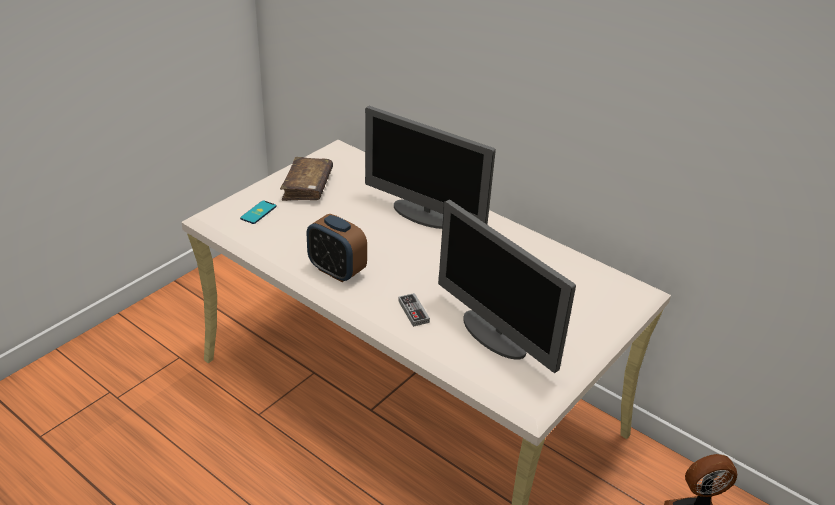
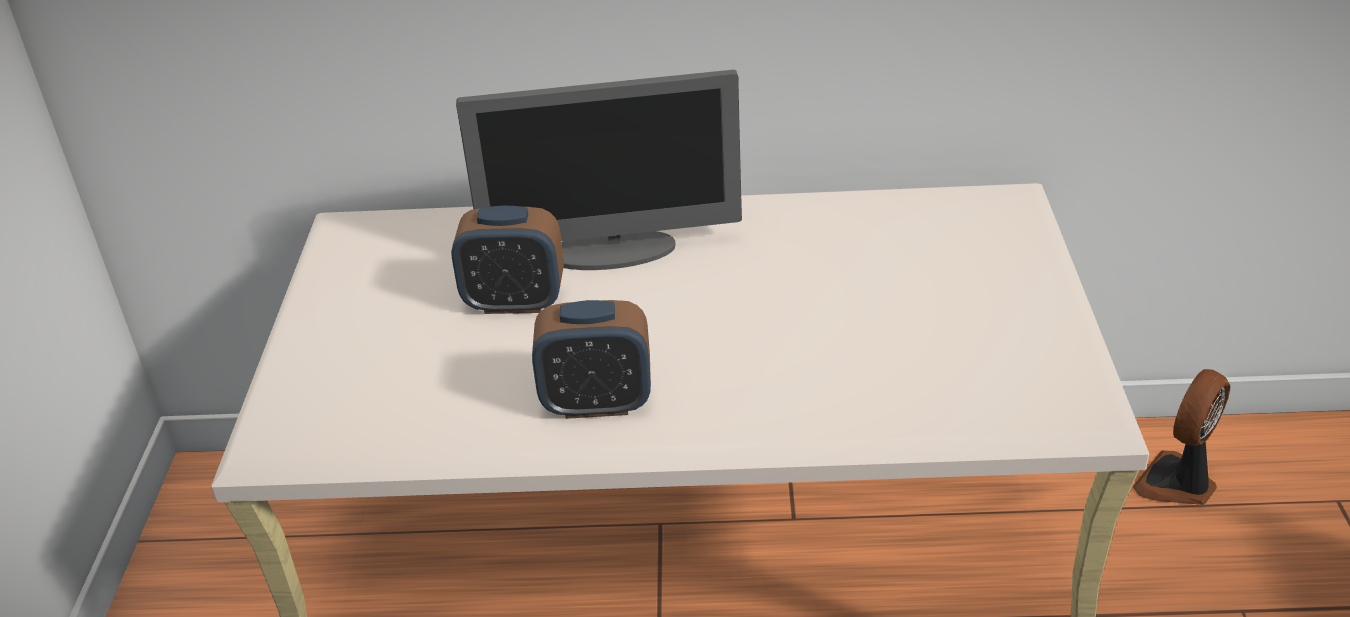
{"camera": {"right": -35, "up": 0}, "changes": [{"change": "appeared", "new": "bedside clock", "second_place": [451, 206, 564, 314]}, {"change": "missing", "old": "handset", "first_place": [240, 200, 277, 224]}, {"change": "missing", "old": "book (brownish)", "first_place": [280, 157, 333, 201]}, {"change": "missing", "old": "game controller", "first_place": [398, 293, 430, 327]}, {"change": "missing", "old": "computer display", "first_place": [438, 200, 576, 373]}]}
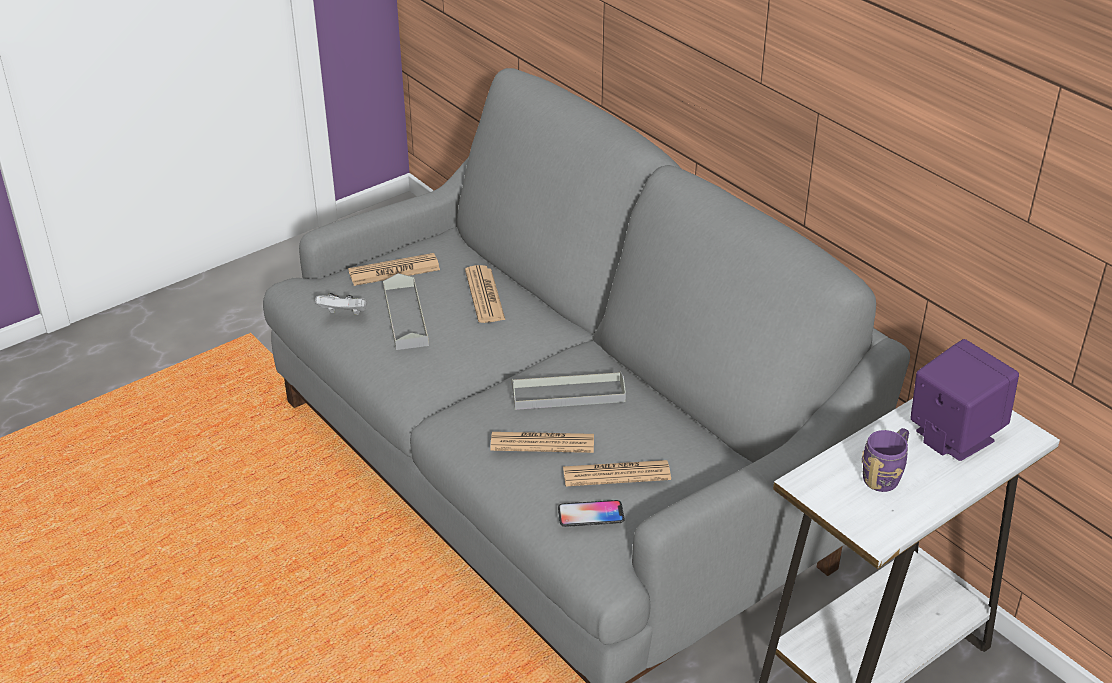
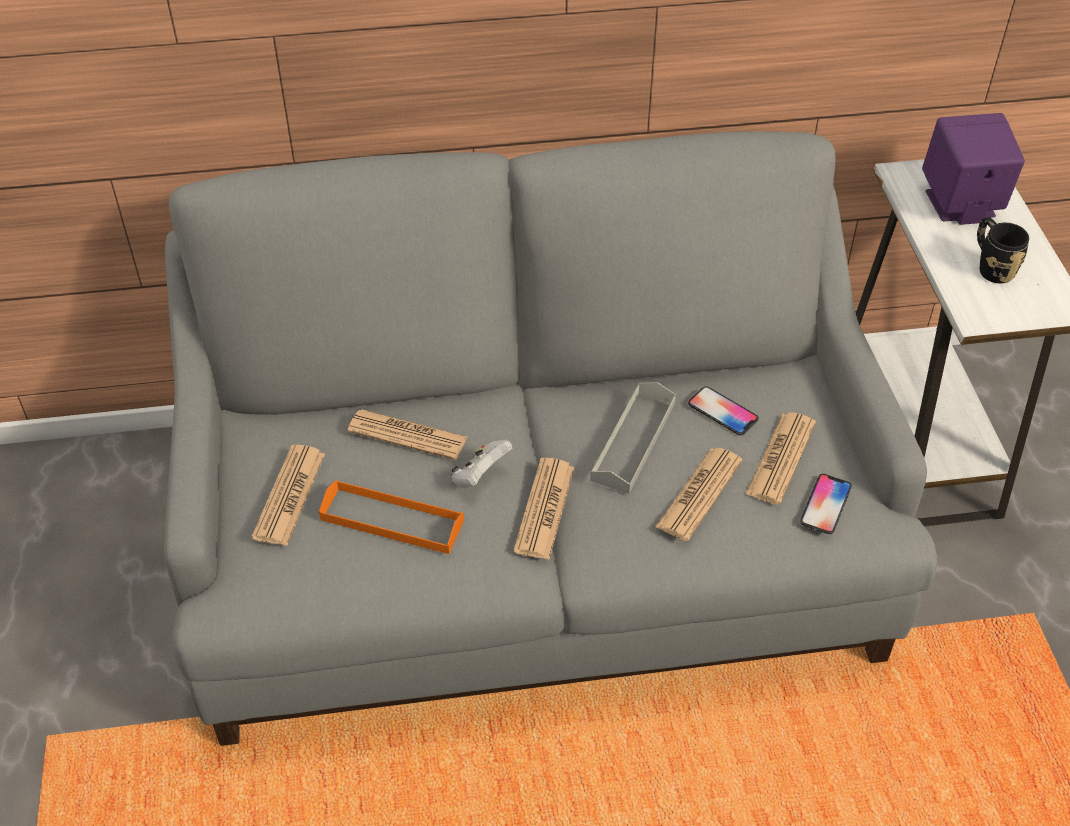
{"camera": {"right": -60, "up": 10}, "changes": [{"change": "colour", "old": "carrying tray (gray)", "new": "carrying tray (orange-coloured)", "first_place": [383, 273, 429, 350], "second_place": [319, 480, 464, 554]}, {"change": "relocated", "old": "game controller (whitish)", "first_place": [315, 293, 367, 315], "second_place": [451, 440, 513, 488]}, {"change": "appeared", "new": "newspaper", "second_place": [513, 458, 575, 560]}, {"change": "appeared", "new": "handset", "second_place": [688, 386, 759, 435]}, {"change": "colour", "old": "coffee mug (purple-coloured)", "new": "coffee mug (black-coloured)", "first_place": [861, 428, 909, 492], "second_place": [977, 217, 1029, 284]}]}
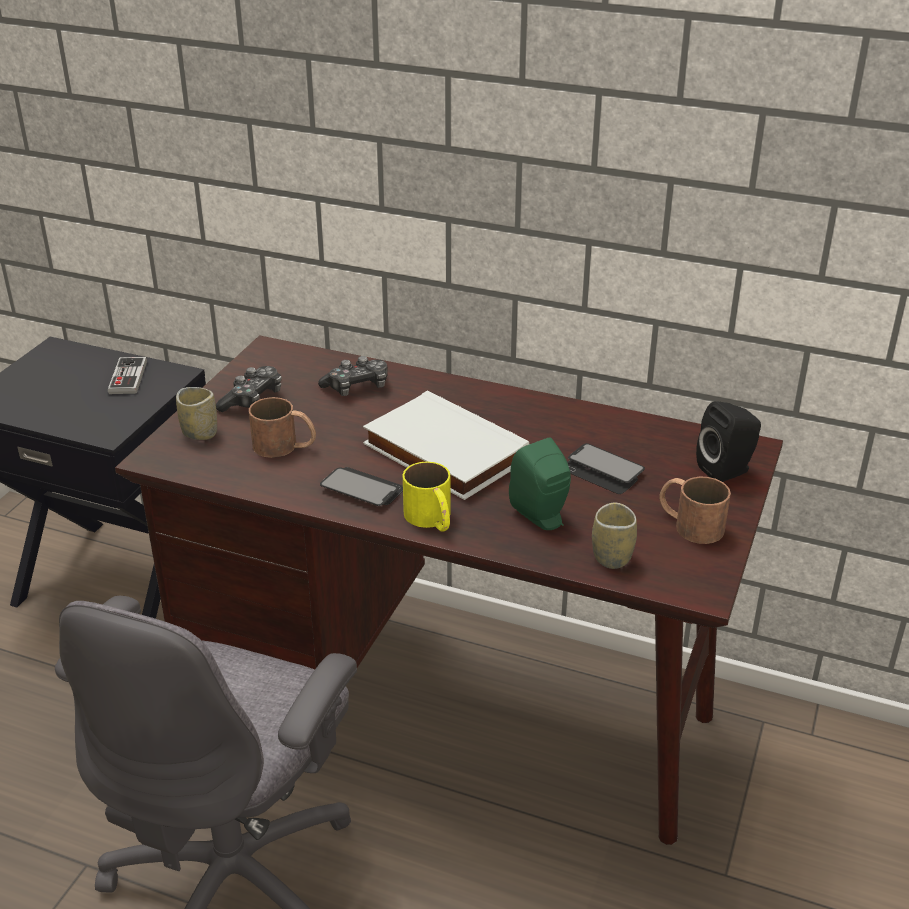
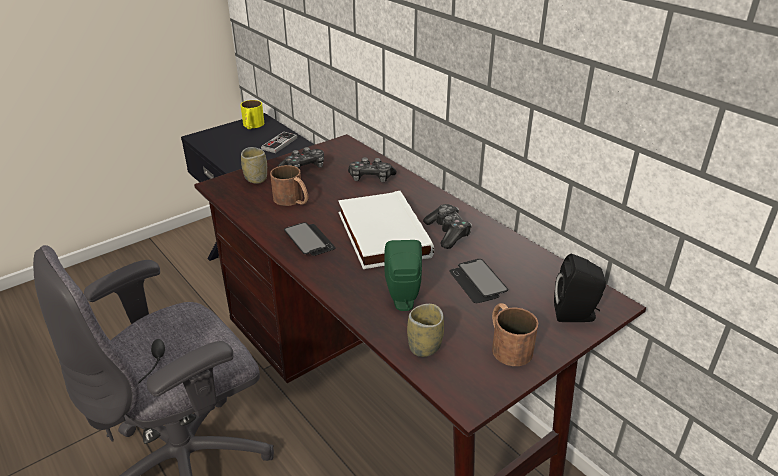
{"camera": {"right": 30, "up": 0}, "changes": [{"change": "relocated", "old": "coffee mug (yellowish)", "first_place": [403, 462, 451, 531], "second_place": [240, 100, 264, 129]}, {"change": "appeared", "new": "game controller", "second_place": [423, 204, 472, 249]}]}
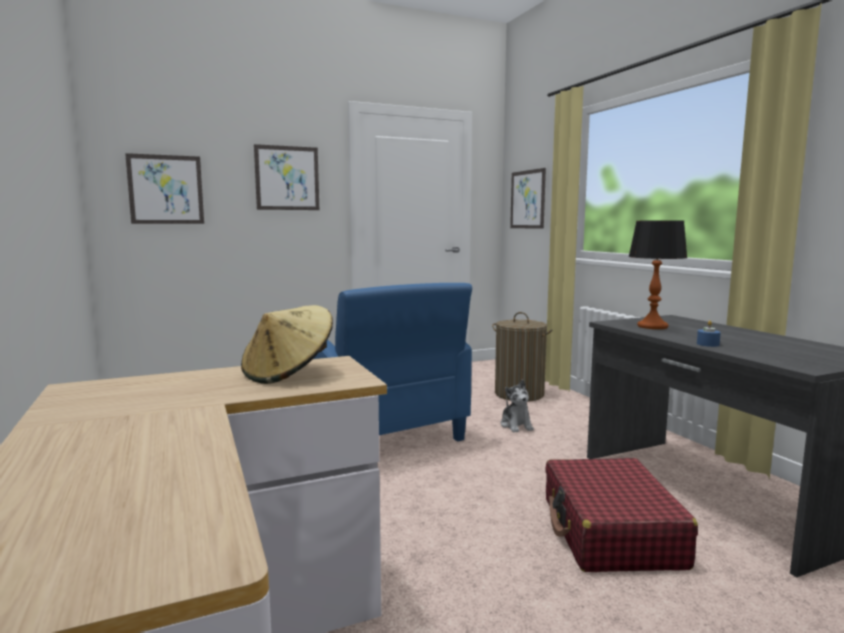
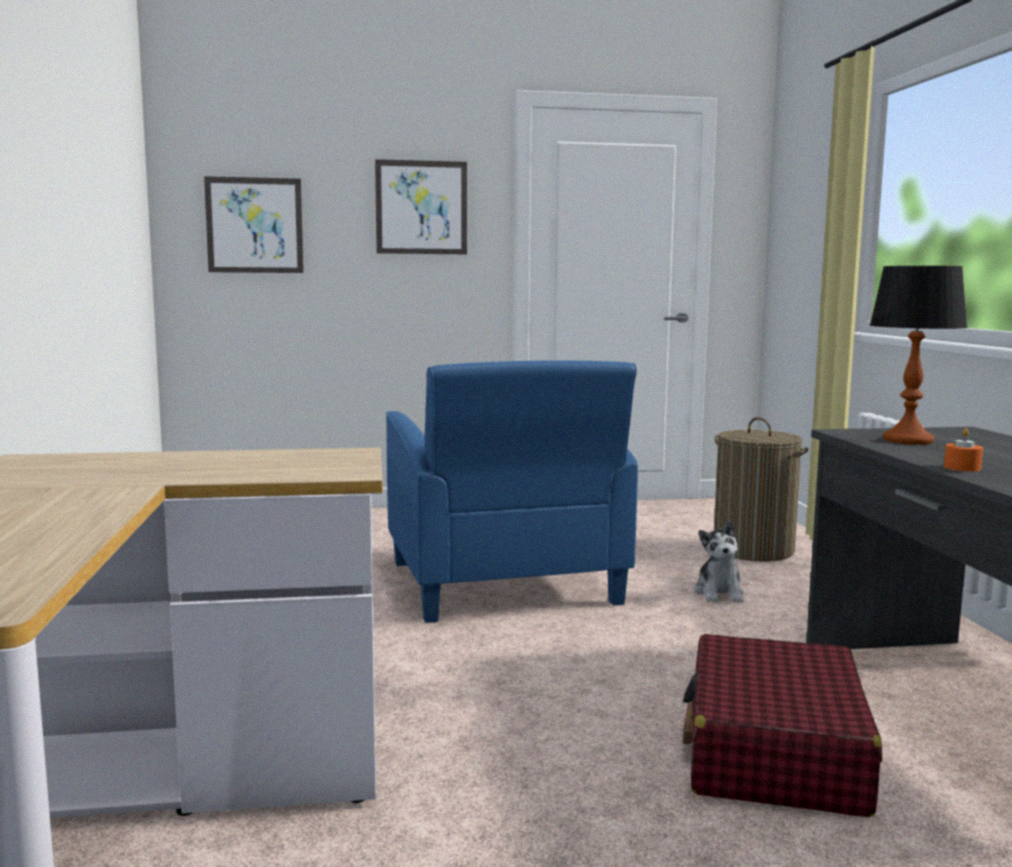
{"camera": {"right": 15, "up": 0}, "changes": [{"change": "colour", "old": "wax light (blue-coloured)", "new": "wax light (orange-coloured)", "first_place": [697, 320, 721, 347], "second_place": [944, 428, 983, 471]}, {"change": "missing", "old": "wearable hat (beige)", "first_place": [241, 305, 333, 384]}, {"change": "missing", "old": "wall art", "first_place": [510, 168, 546, 229]}]}
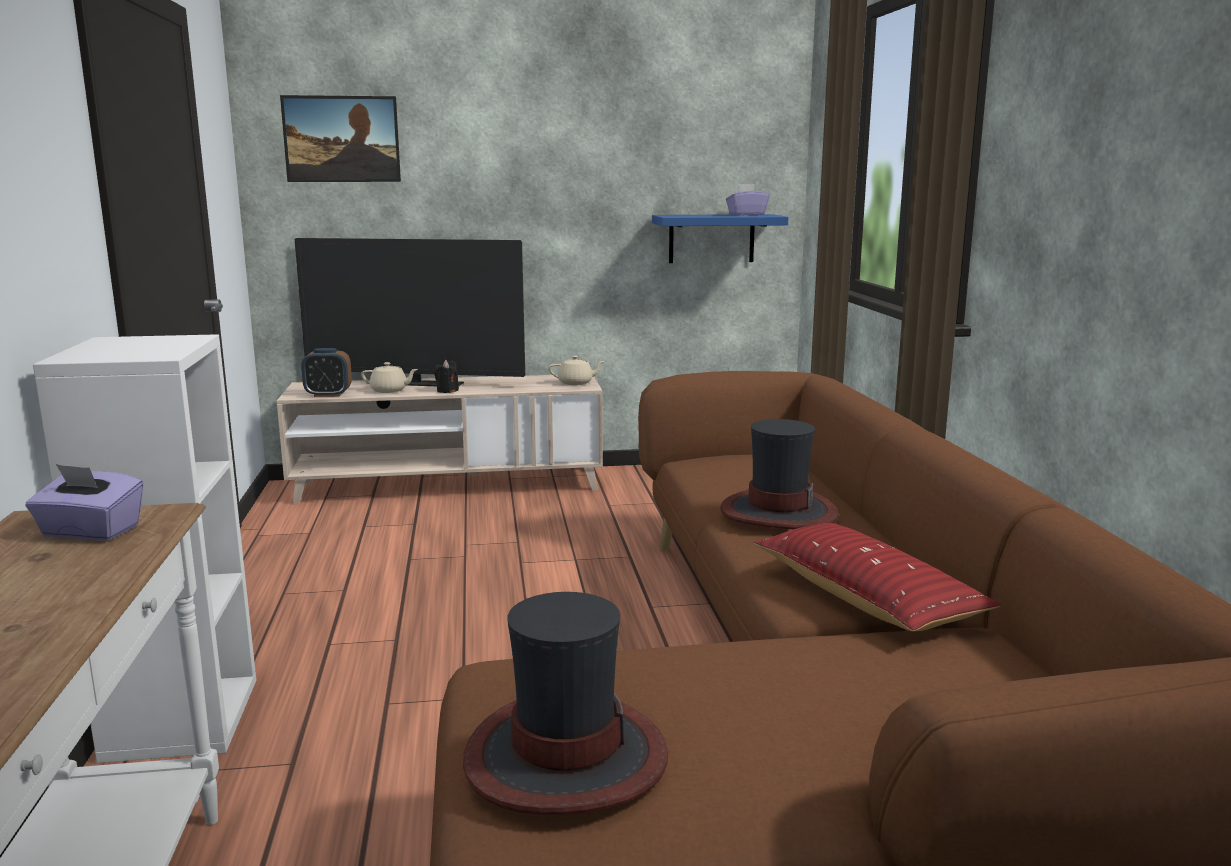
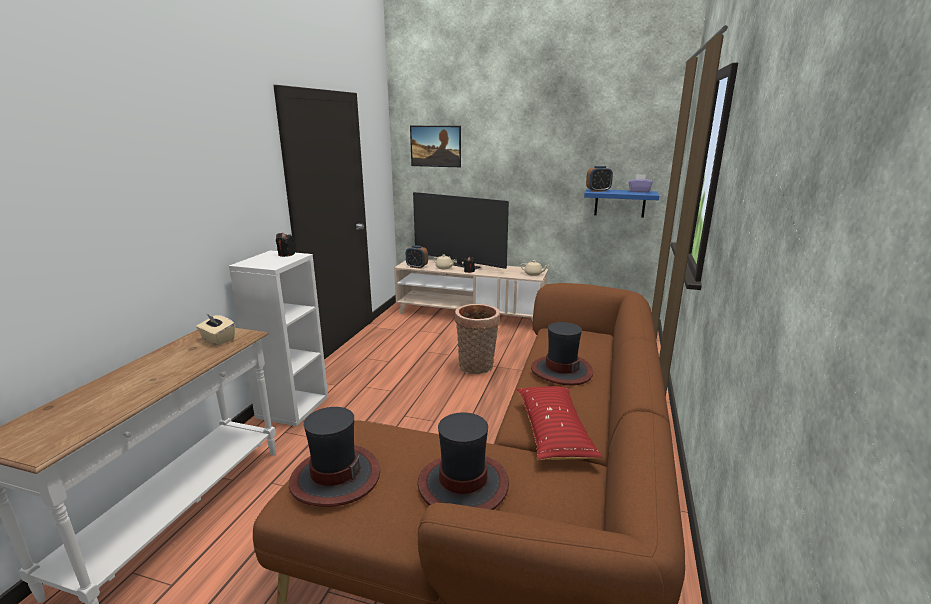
{"camera": {"right": 25, "up": 5}, "changes": [{"change": "colour", "old": "tissue holder (purple-coloured)", "new": "tissue holder (beige)", "first_place": [26, 464, 144, 541], "second_place": [196, 314, 235, 345]}, {"change": "appeared", "new": "wax light (black-coloured)", "second_place": [276, 232, 295, 257]}, {"change": "appeared", "new": "wearable hat", "second_place": [417, 412, 509, 510]}, {"change": "appeared", "new": "storage basket", "second_place": [455, 304, 500, 374]}, {"change": "appeared", "new": "bedside clock", "second_place": [586, 166, 613, 192]}]}
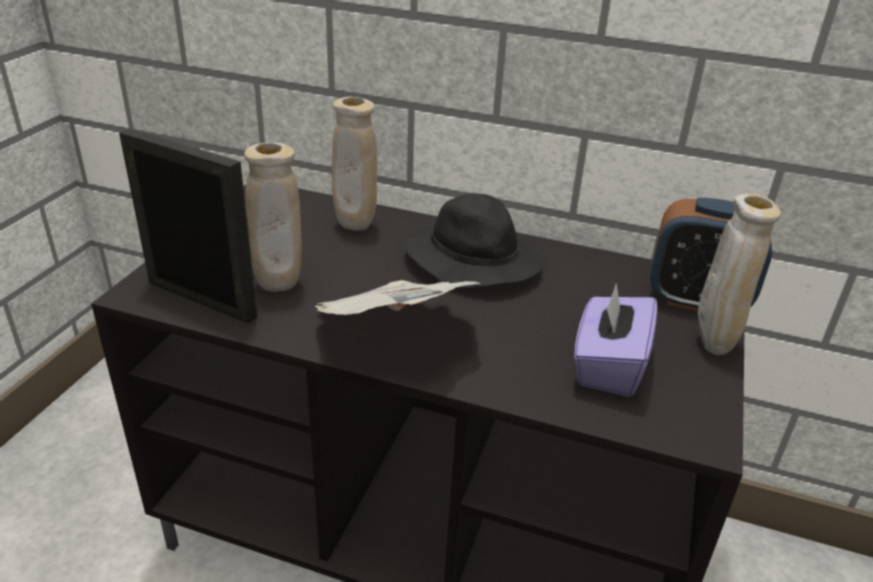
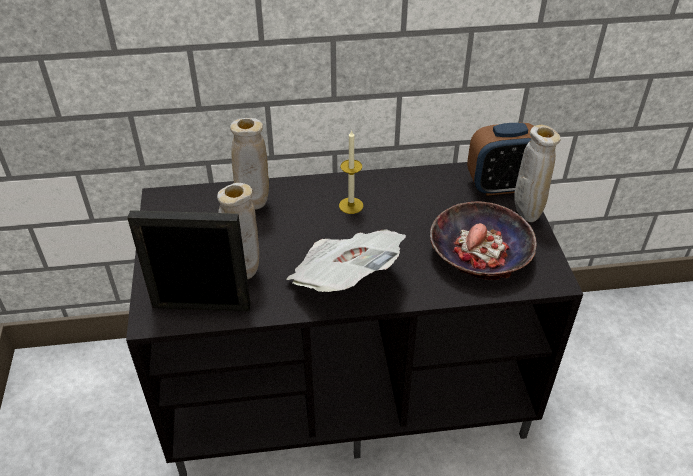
{"camera": {"right": -25, "up": 10}, "changes": [{"change": "exchanged", "old": "wearable hat (black-coloured)", "new": "wax light", "first_place": [405, 193, 543, 288], "second_place": [339, 130, 363, 214]}, {"change": "exchanged", "old": "tissue holder (purple-coloured)", "new": "deep dish", "first_place": [574, 283, 657, 397], "second_place": [430, 201, 537, 280]}]}
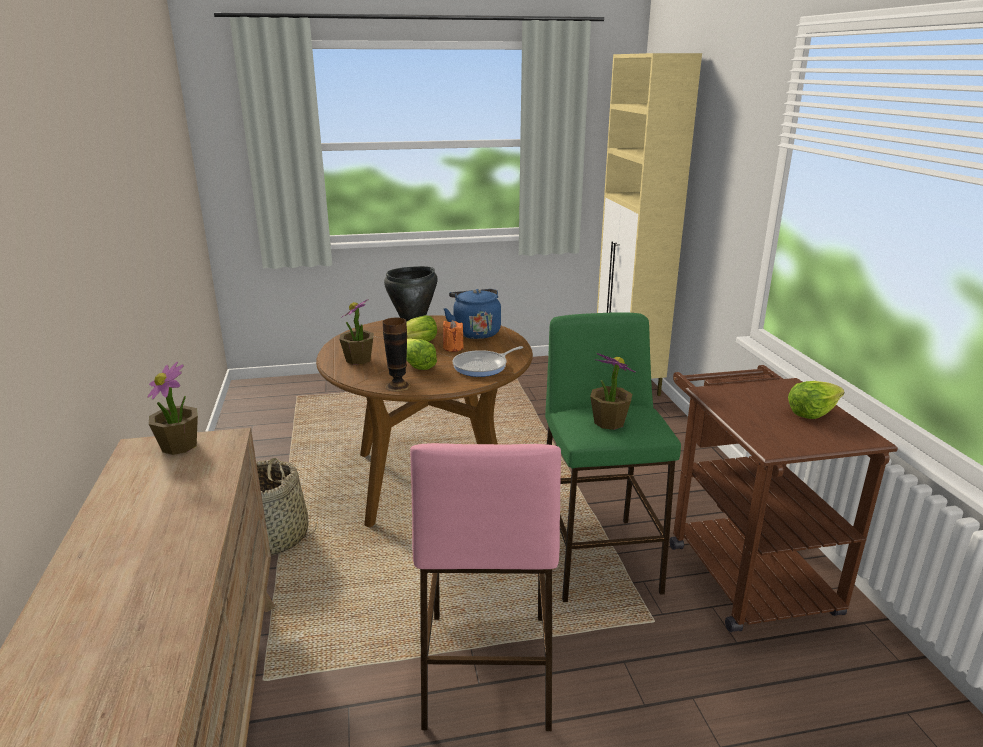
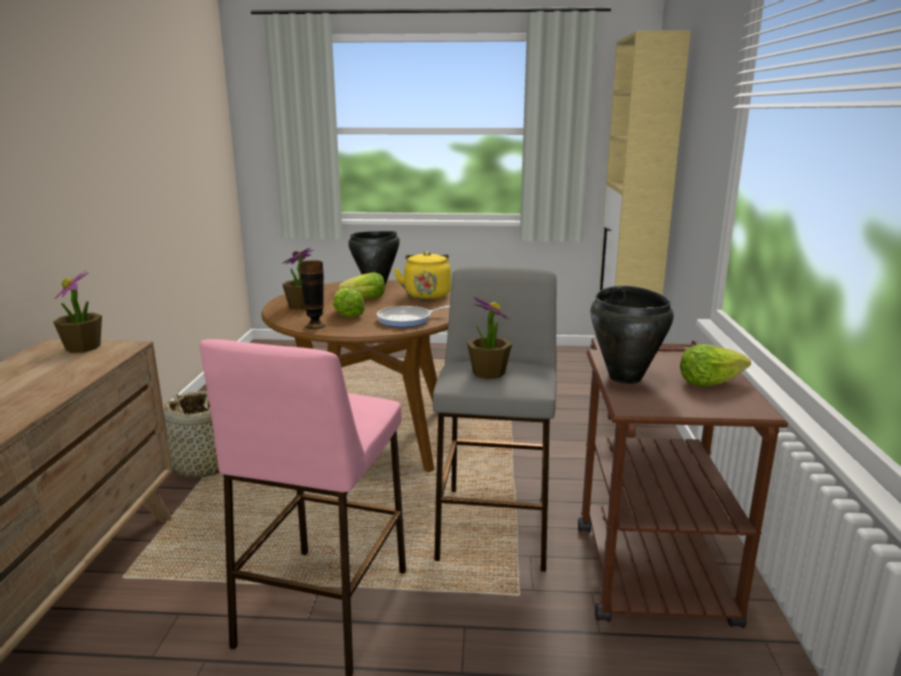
{"camera": {"right": 15, "up": -5}, "changes": [{"change": "colour", "old": "tea kettle (blue-coloured)", "new": "tea kettle (yellowish)", "first_place": [444, 289, 501, 339], "second_place": [394, 251, 451, 300]}, {"change": "colour", "old": "stool seat (green-coloured)", "new": "stool seat (gray)", "first_place": [545, 312, 681, 602], "second_place": [433, 266, 557, 572]}, {"change": "appeared", "new": "stockpot (black-coloured)", "second_place": [591, 286, 674, 384]}, {"change": "missing", "old": "wax light (orange-coloured)", "first_place": [443, 320, 464, 352]}]}
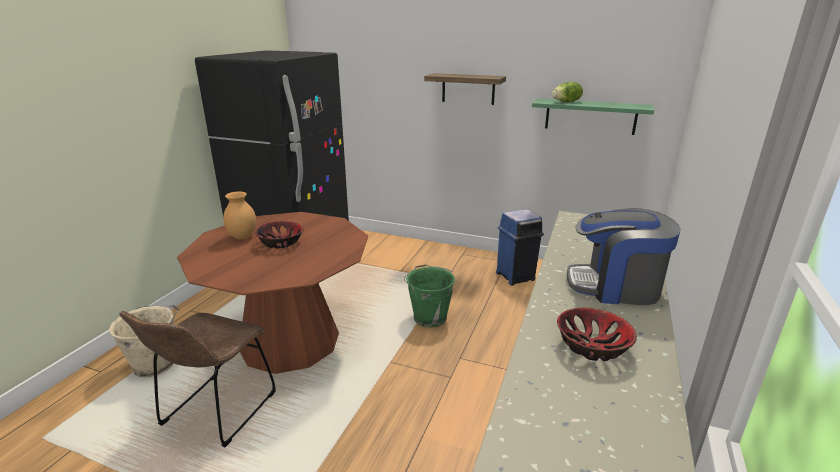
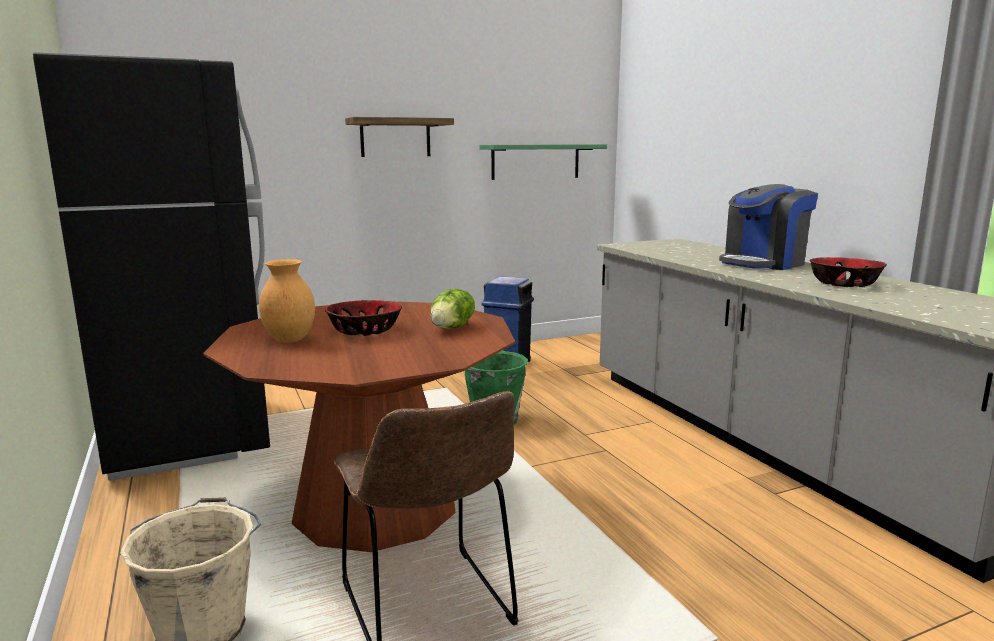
{"camera": {"right": -45, "up": -10}, "changes": [{"change": "relocated", "old": "head of lettuce", "first_place": [552, 82, 583, 102], "second_place": [431, 289, 475, 329]}]}
